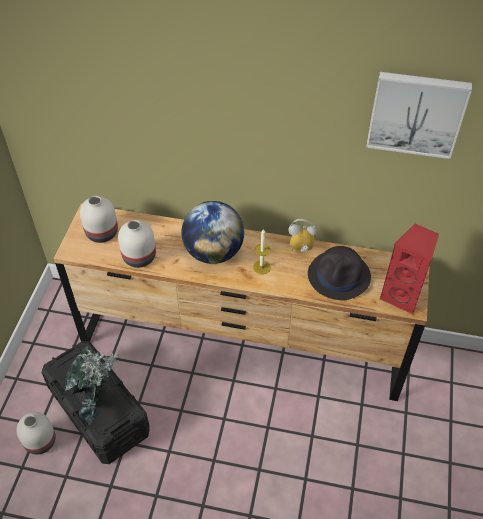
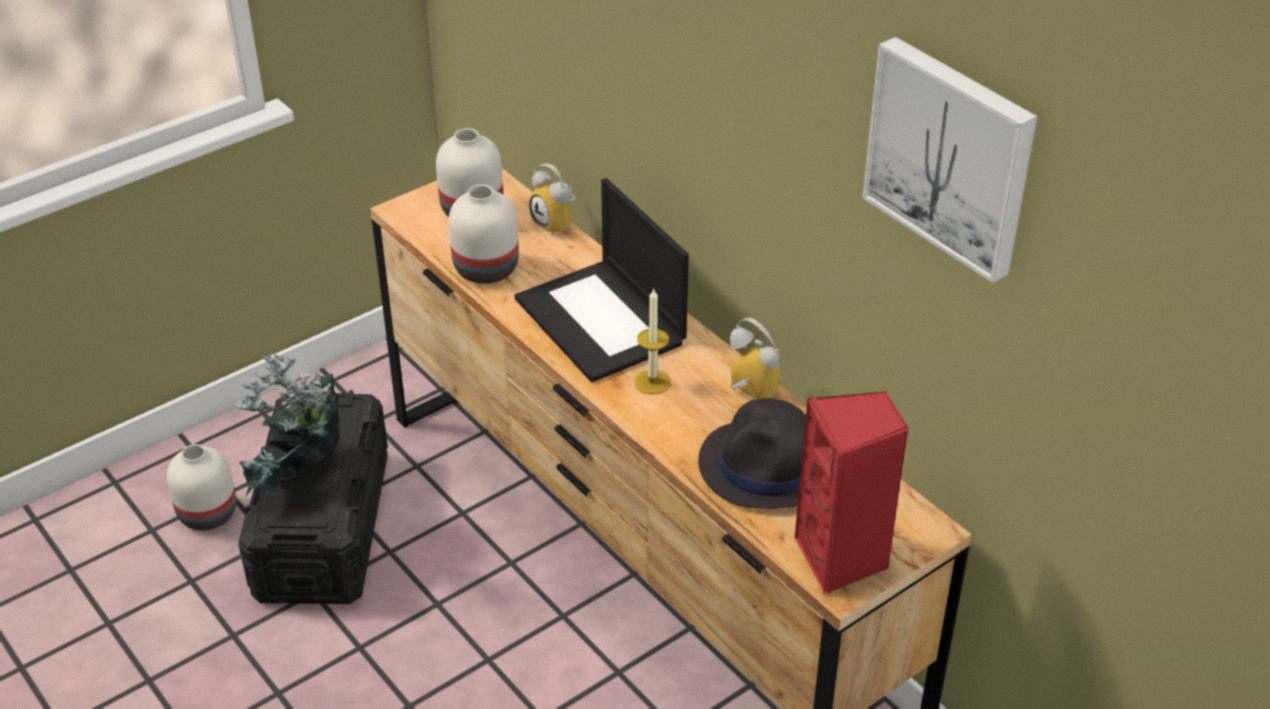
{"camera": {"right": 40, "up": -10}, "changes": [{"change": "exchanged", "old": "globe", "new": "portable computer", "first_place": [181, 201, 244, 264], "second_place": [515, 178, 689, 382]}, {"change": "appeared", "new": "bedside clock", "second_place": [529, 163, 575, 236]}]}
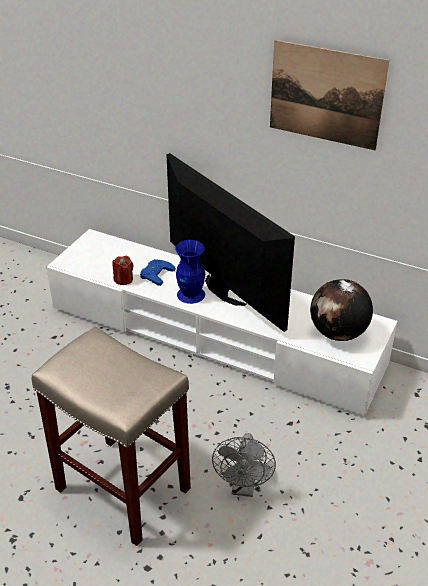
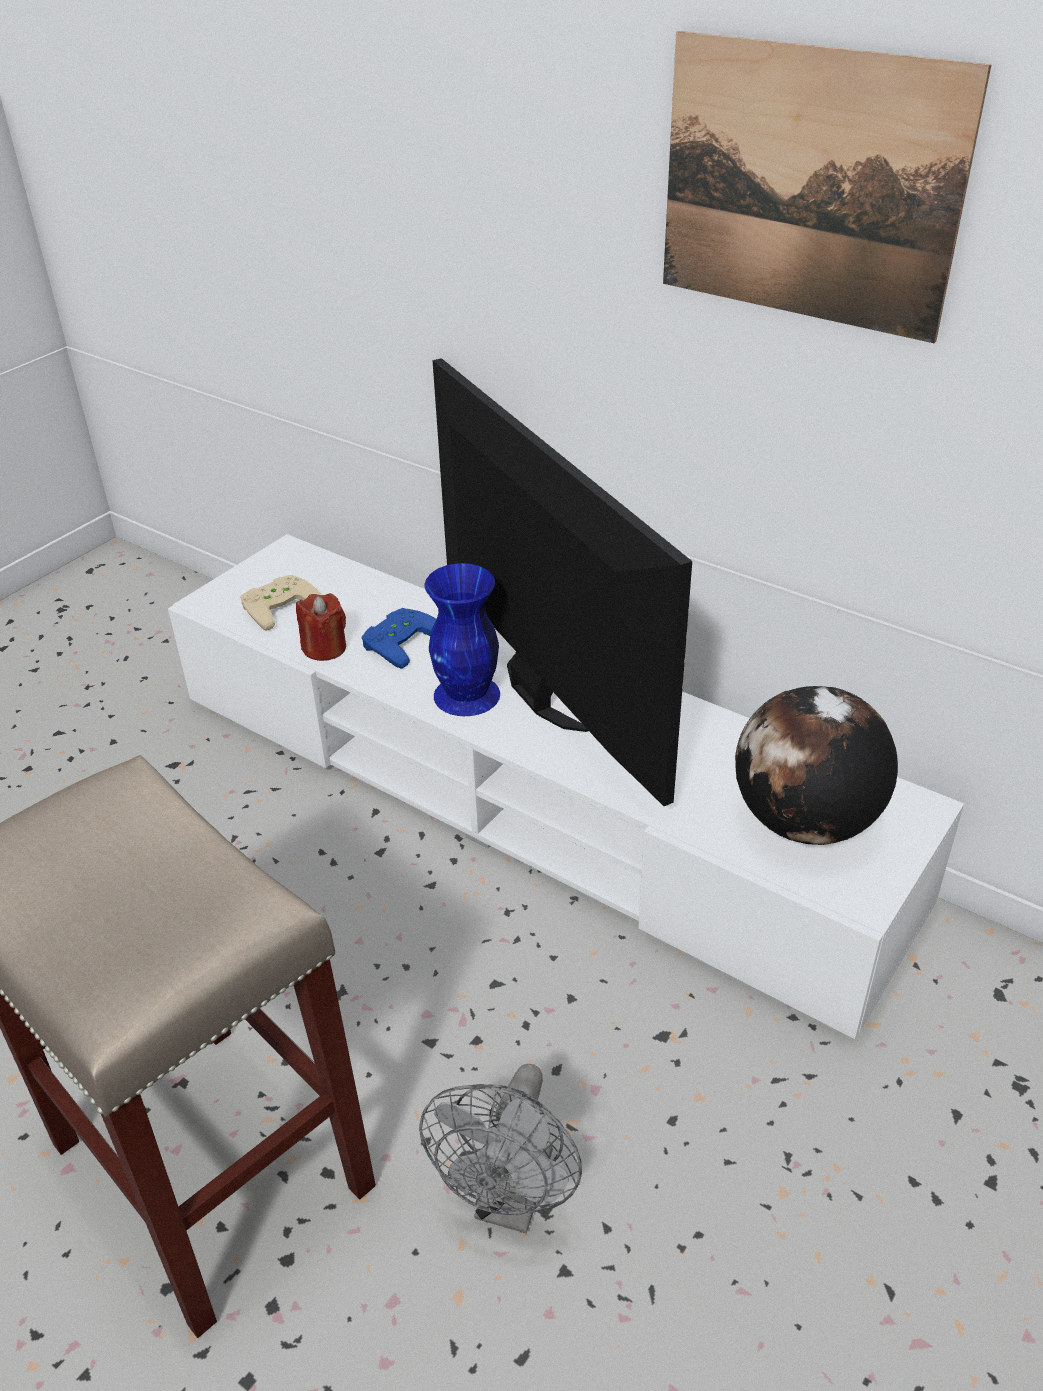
{"camera": {"right": 10, "up": 0}, "changes": [{"change": "appeared", "new": "game controller (beige)", "second_place": [240, 575, 321, 631]}]}
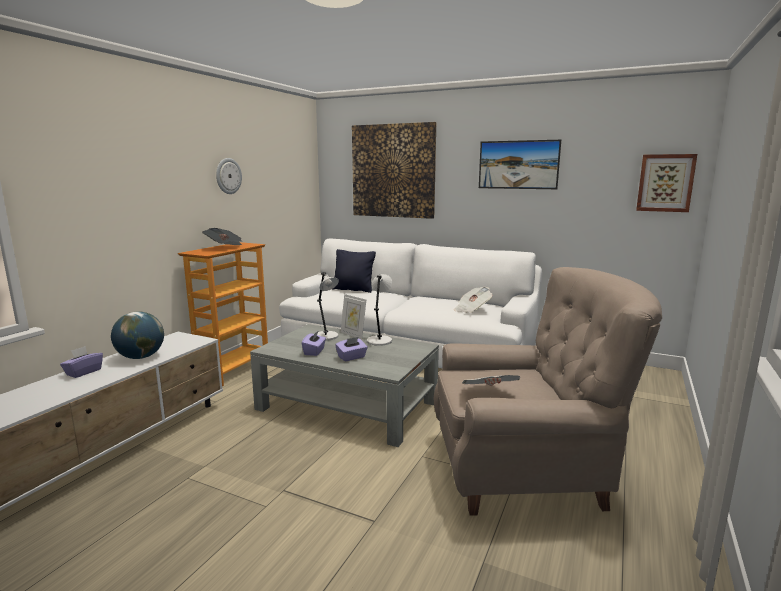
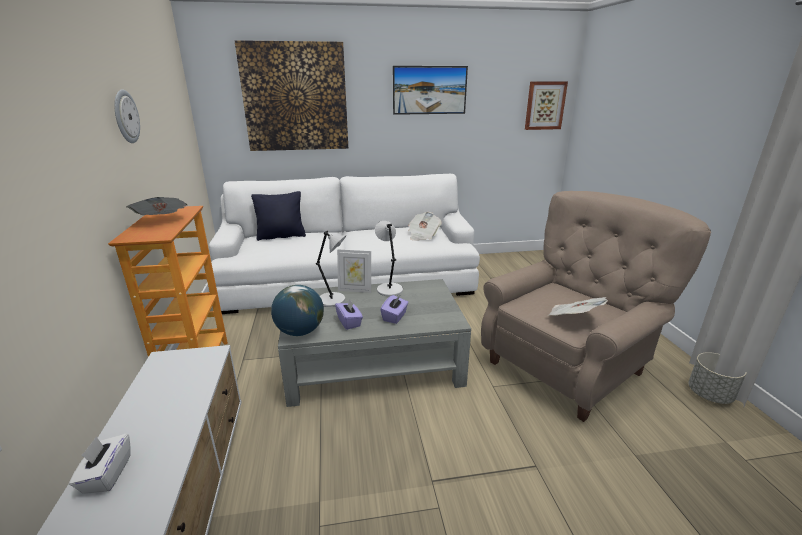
{"camera": {"right": -35, "up": 10}, "changes": [{"change": "colour", "old": "tissue holder (purple-coloured)", "new": "tissue holder (whitish)", "first_place": [60, 346, 103, 378], "second_place": [69, 433, 130, 494]}, {"change": "relocated", "old": "globe", "first_place": [111, 311, 164, 359], "second_place": [271, 285, 324, 336]}, {"change": "appeared", "new": "plant pot (gray)", "second_place": [688, 352, 747, 404]}]}
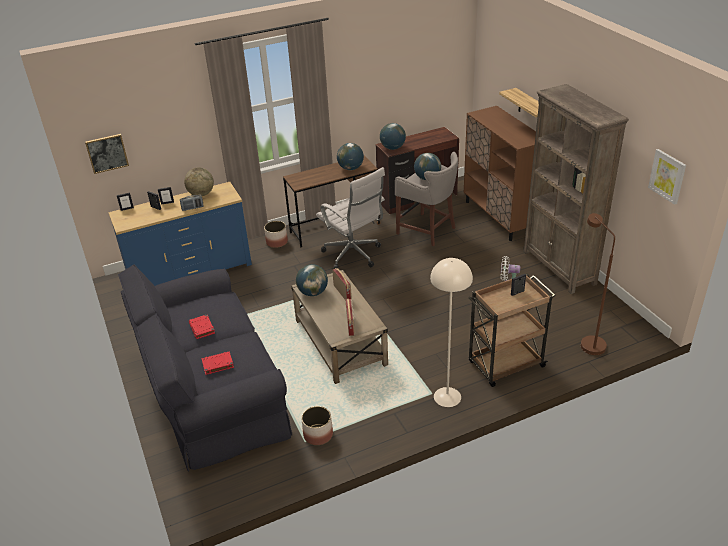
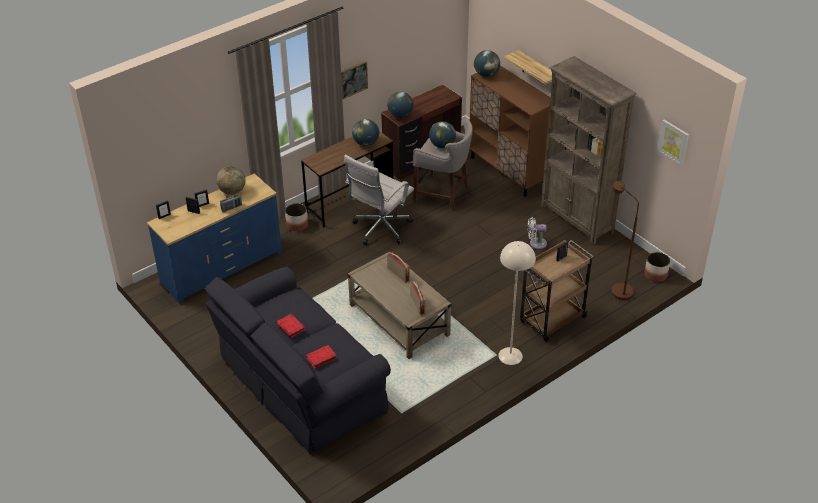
{"camera": {"right": -15, "up": 5}, "changes": [{"change": "relocated", "old": "wall art", "first_place": [85, 134, 129, 174], "second_place": [341, 61, 368, 99]}, {"change": "spun", "old": "desk chair (whitish)", "first_place": [316, 167, 385, 269], "second_place": [344, 155, 414, 245], "degrees": 90}, {"change": "relocated", "old": "globe", "first_place": [296, 264, 328, 296], "second_place": [474, 50, 500, 77]}, {"change": "relocated", "old": "plant pot", "first_place": [301, 406, 333, 445], "second_place": [644, 252, 670, 282]}]}
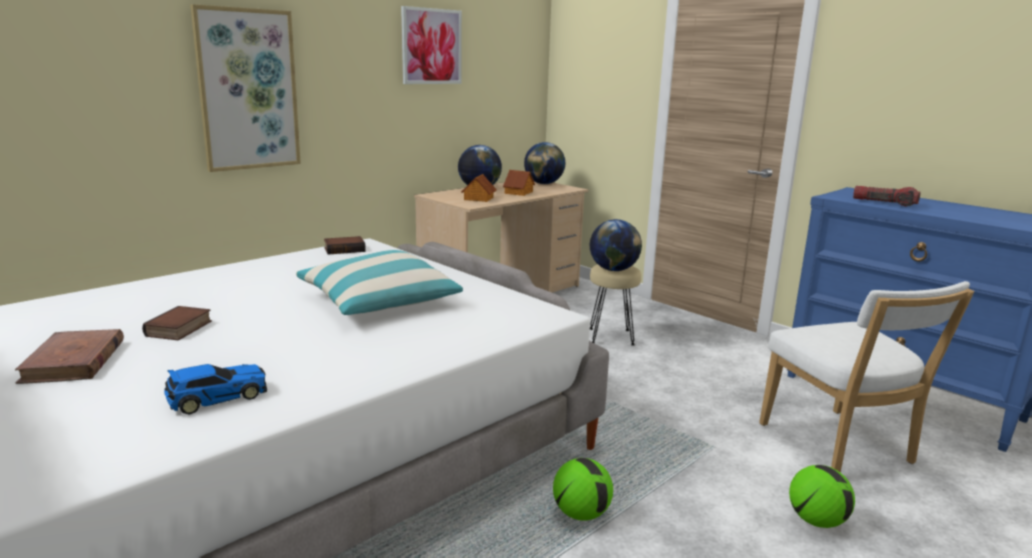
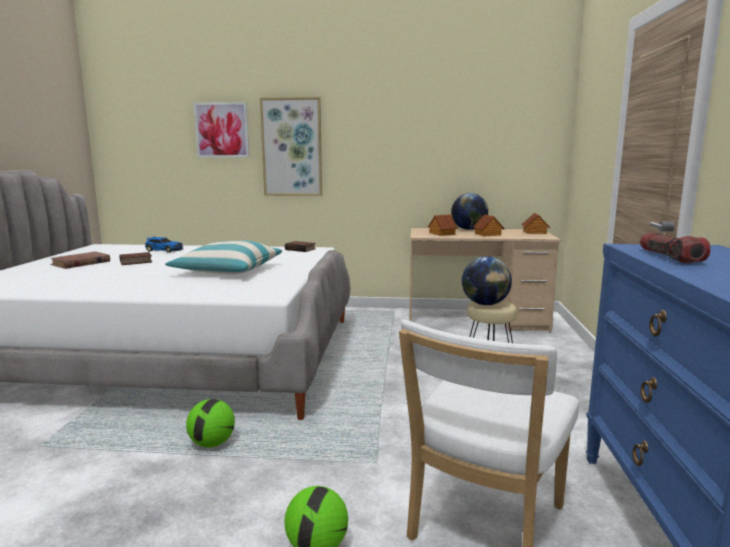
{"camera": {"right": 50, "up": -5}, "changes": [{"change": "relocated", "old": "miniature car", "first_place": [164, 364, 267, 415], "second_place": [145, 237, 183, 253]}, {"change": "relocated", "old": "wall art", "first_place": [401, 6, 462, 84], "second_place": [194, 102, 249, 158]}, {"change": "exchanged", "old": "globe", "new": "model house", "first_place": [524, 142, 565, 184], "second_place": [521, 213, 551, 234]}]}
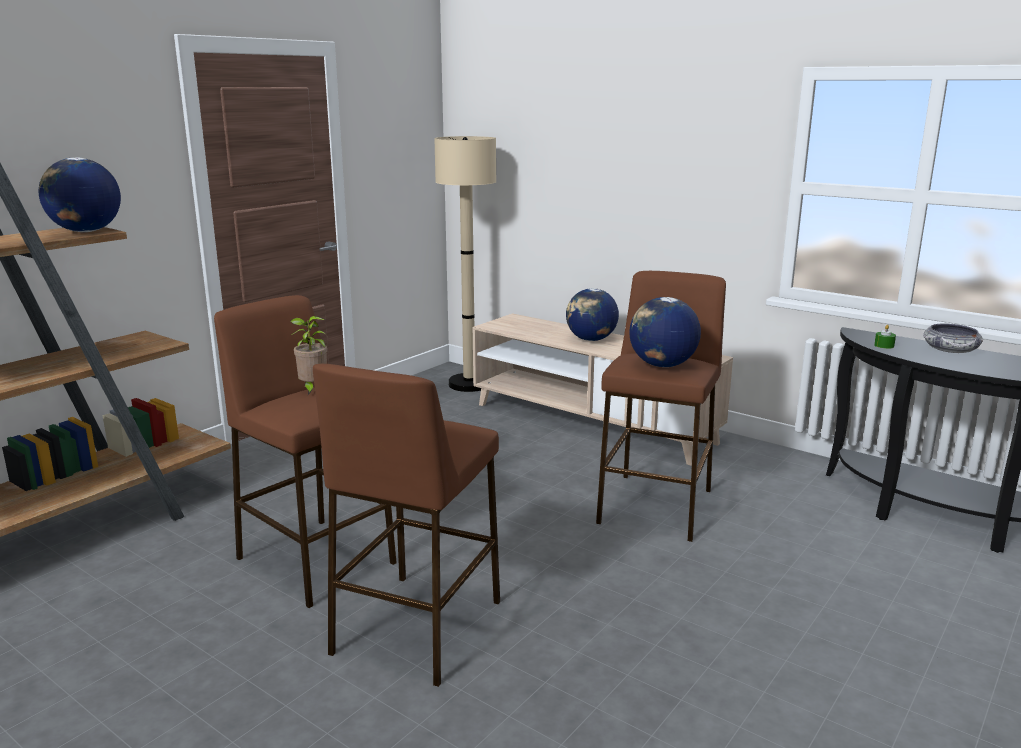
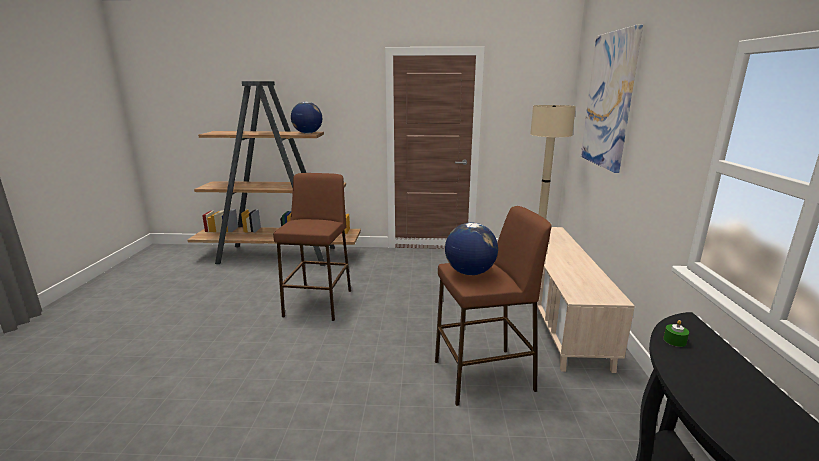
{"camera": {"right": 55, "up": 0}, "changes": [{"change": "appeared", "new": "wall art", "second_place": [581, 24, 643, 173]}, {"change": "missing", "old": "potted plant", "first_place": [290, 316, 327, 395]}, {"change": "missing", "old": "stool seat (brownish)", "first_place": [313, 364, 500, 687]}, {"change": "missing", "old": "globe", "first_place": [566, 288, 619, 341]}, {"change": "missing", "old": "deep dish", "first_place": [923, 323, 983, 353]}]}
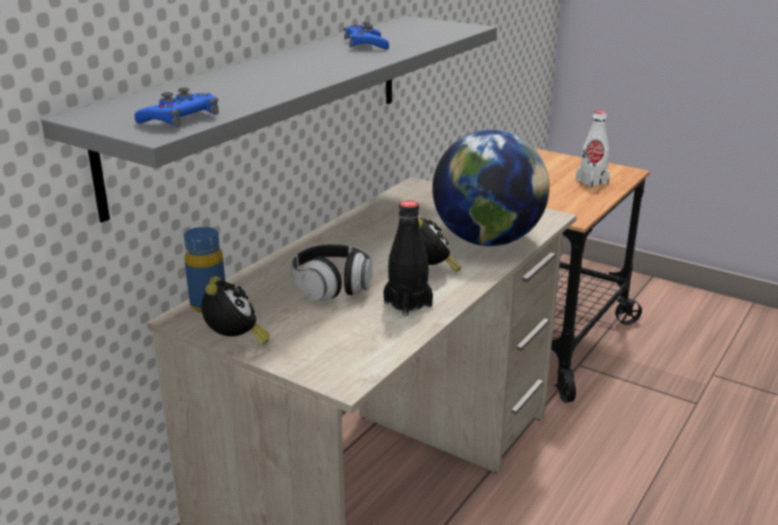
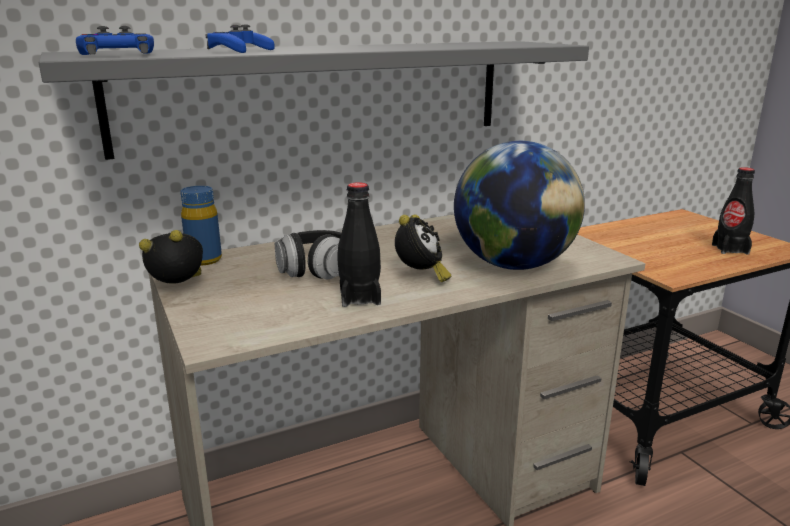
{"camera": {"right": 30, "up": -5}, "changes": [{"change": "spun", "old": "bedside clock", "first_place": [201, 276, 270, 345], "second_place": [139, 230, 203, 284], "degrees": -120}, {"change": "relocated", "old": "game controller (blue-coloured)", "first_place": [344, 22, 389, 49], "second_place": [205, 24, 275, 53]}, {"change": "colour", "old": "drink bottle (whitish)", "new": "drink bottle (black-coloured)", "first_place": [576, 110, 610, 188], "second_place": [712, 167, 755, 254]}]}
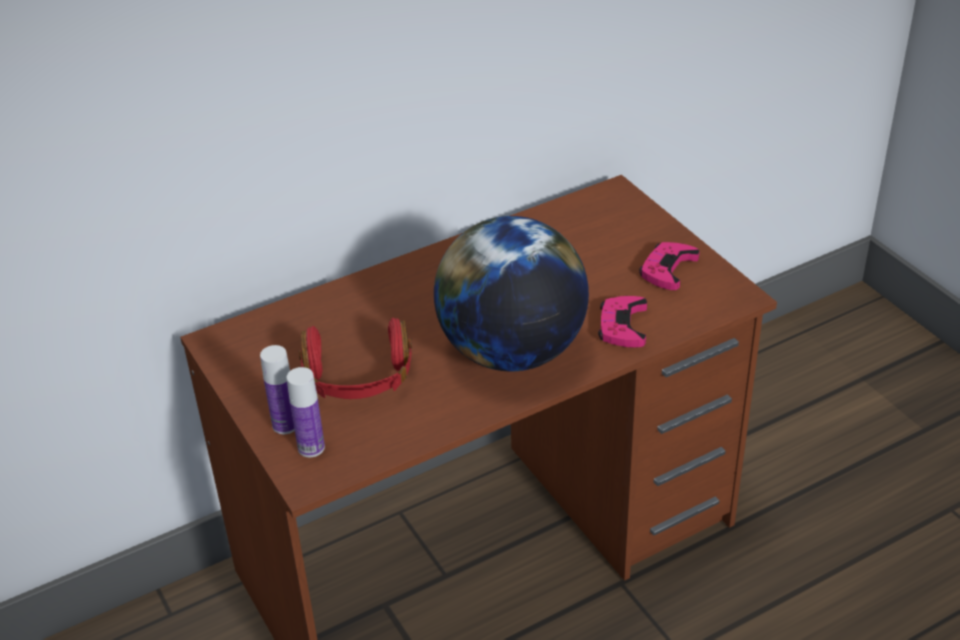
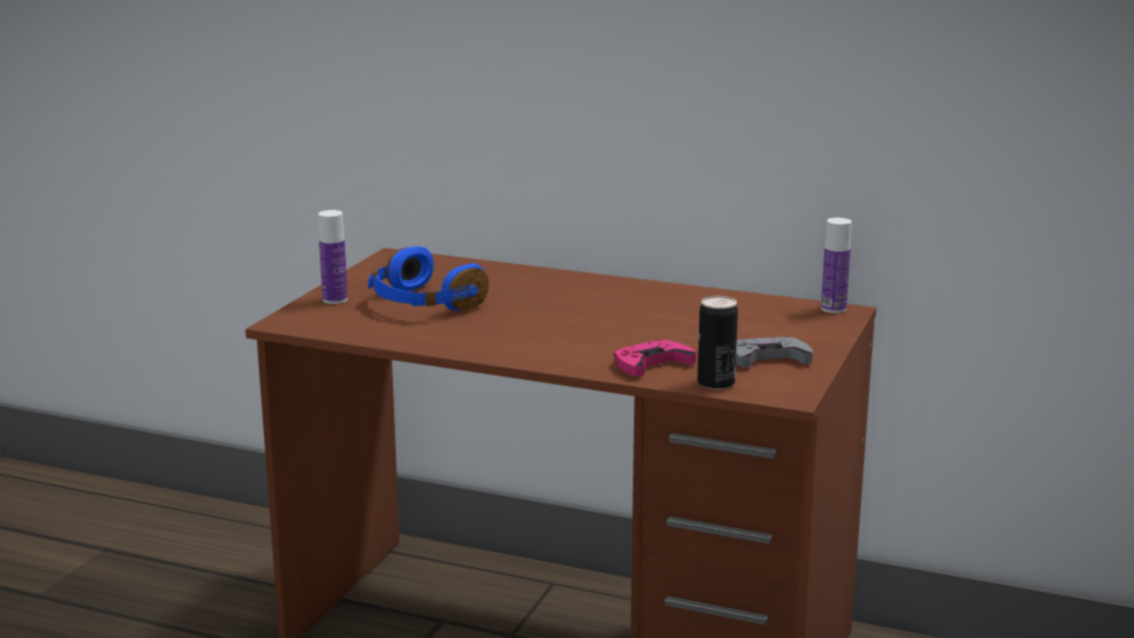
{"camera": {"right": 50, "up": -20}, "changes": [{"change": "colour", "old": "headphones (reddish)", "new": "headphones (blue-coloured)", "first_place": [299, 318, 412, 399], "second_place": [368, 246, 489, 311]}, {"change": "appeared", "new": "metal can", "second_place": [697, 296, 738, 390]}, {"change": "colour", "old": "game controller (pink-coloured)", "new": "game controller (gray)", "first_place": [639, 242, 700, 290], "second_place": [736, 337, 813, 367]}, {"change": "relocated", "old": "drink bottle", "first_place": [287, 367, 325, 457], "second_place": [821, 218, 852, 313]}, {"change": "missing", "old": "globe", "first_place": [434, 216, 589, 371]}]}
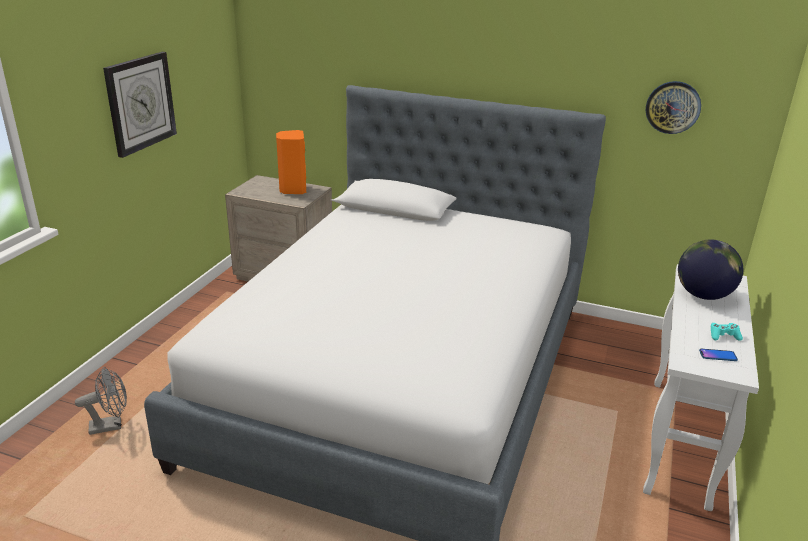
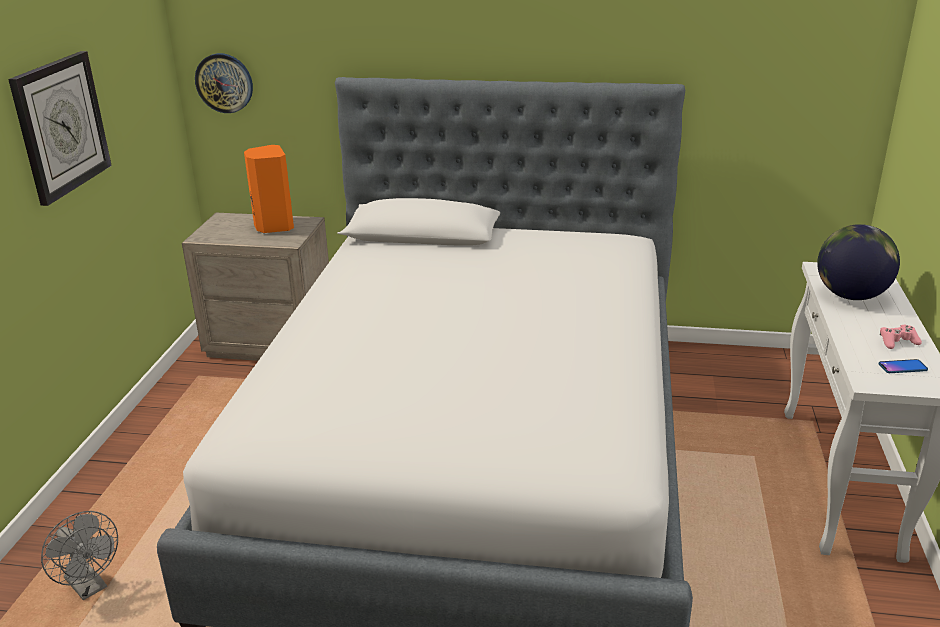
{"camera": {"right": -10, "up": 0}, "changes": [{"change": "spun", "old": "electric fan (gray)", "first_place": [75, 367, 127, 435], "second_place": [41, 511, 118, 600], "degrees": 75}, {"change": "relocated", "old": "wall clock", "first_place": [646, 81, 701, 134], "second_place": [195, 53, 253, 113]}, {"change": "colour", "old": "game controller (turquoise-coloured)", "new": "game controller (pink-coloured)", "first_place": [711, 323, 743, 341], "second_place": [880, 325, 922, 349]}]}
